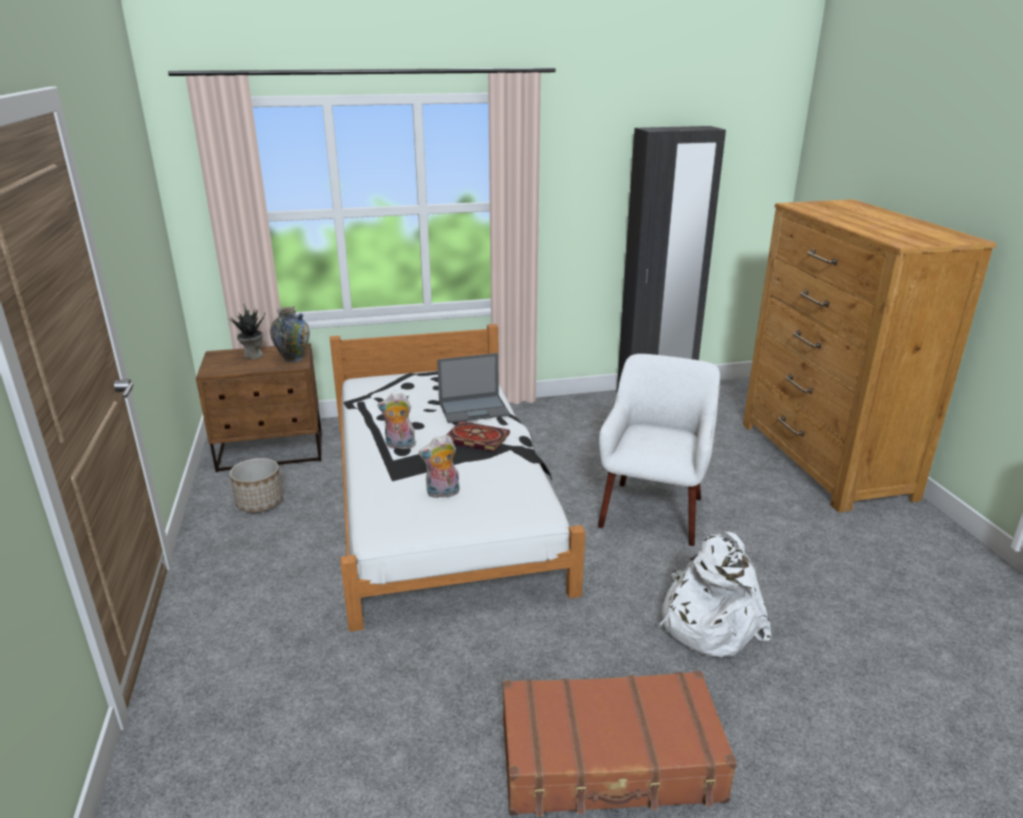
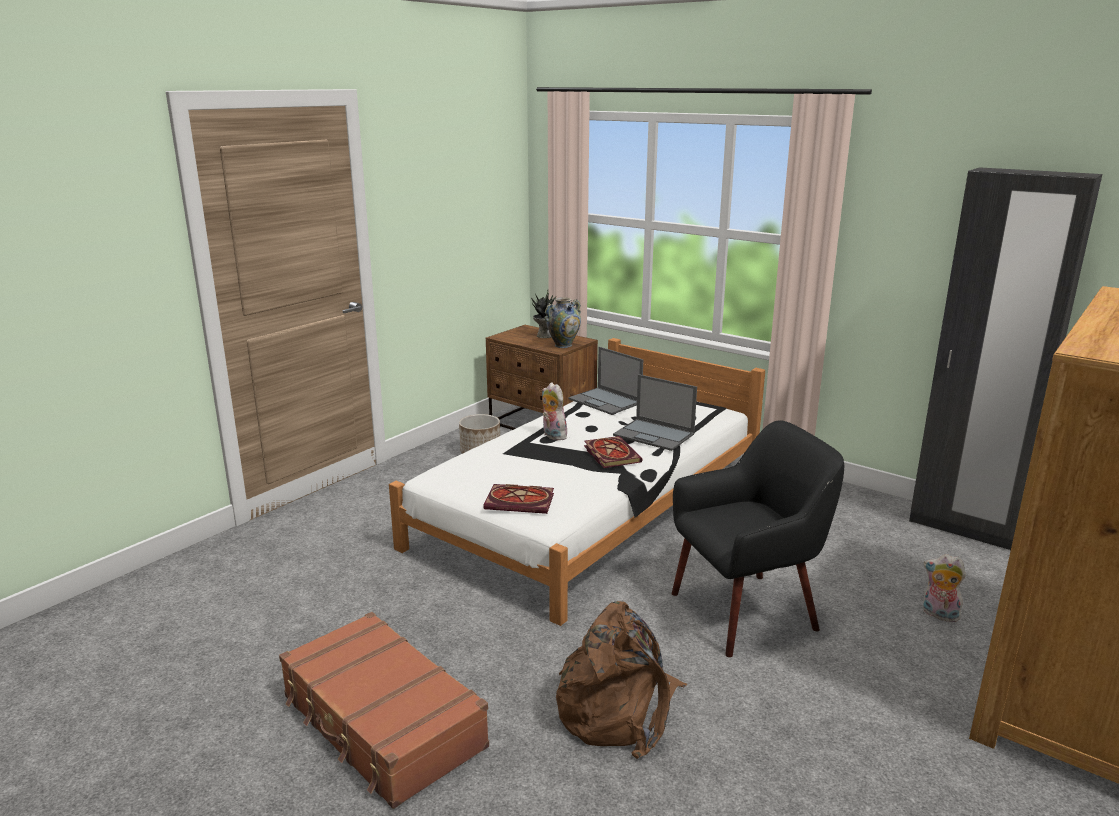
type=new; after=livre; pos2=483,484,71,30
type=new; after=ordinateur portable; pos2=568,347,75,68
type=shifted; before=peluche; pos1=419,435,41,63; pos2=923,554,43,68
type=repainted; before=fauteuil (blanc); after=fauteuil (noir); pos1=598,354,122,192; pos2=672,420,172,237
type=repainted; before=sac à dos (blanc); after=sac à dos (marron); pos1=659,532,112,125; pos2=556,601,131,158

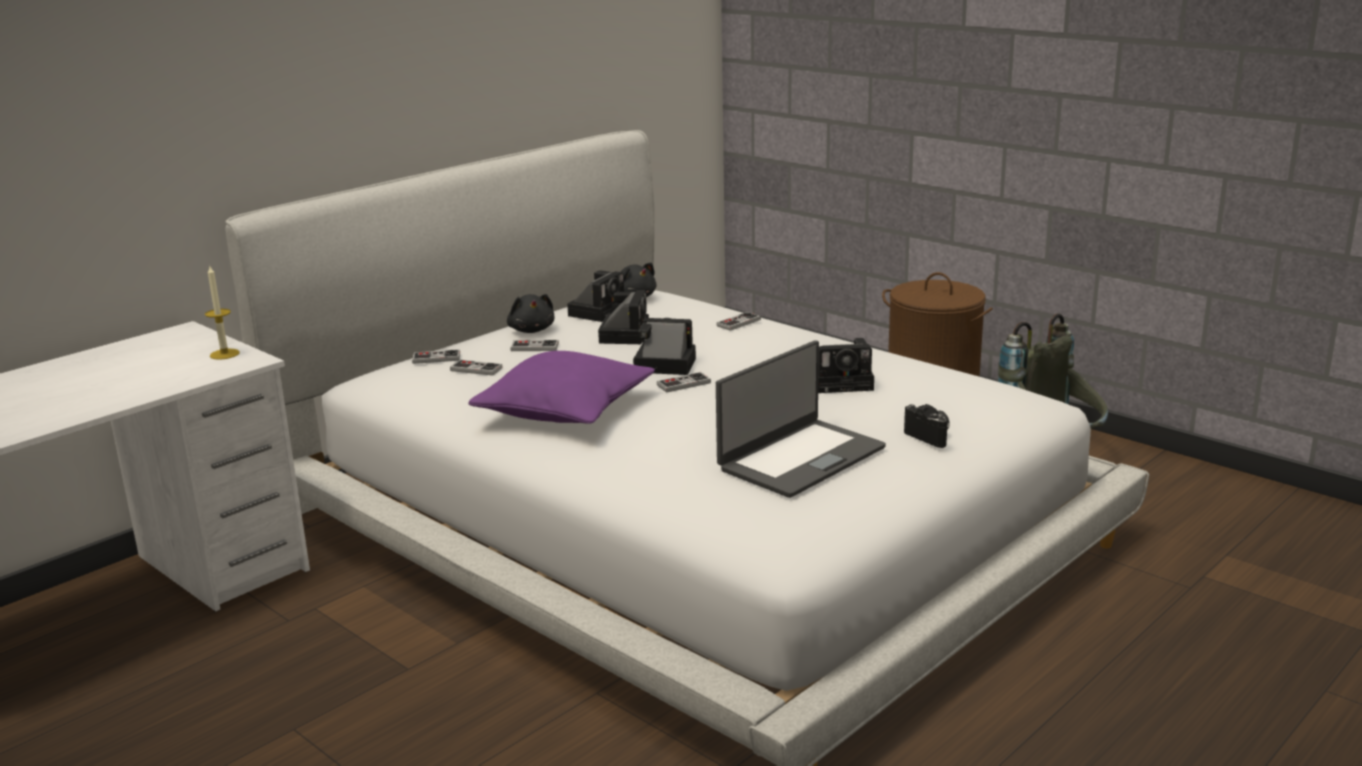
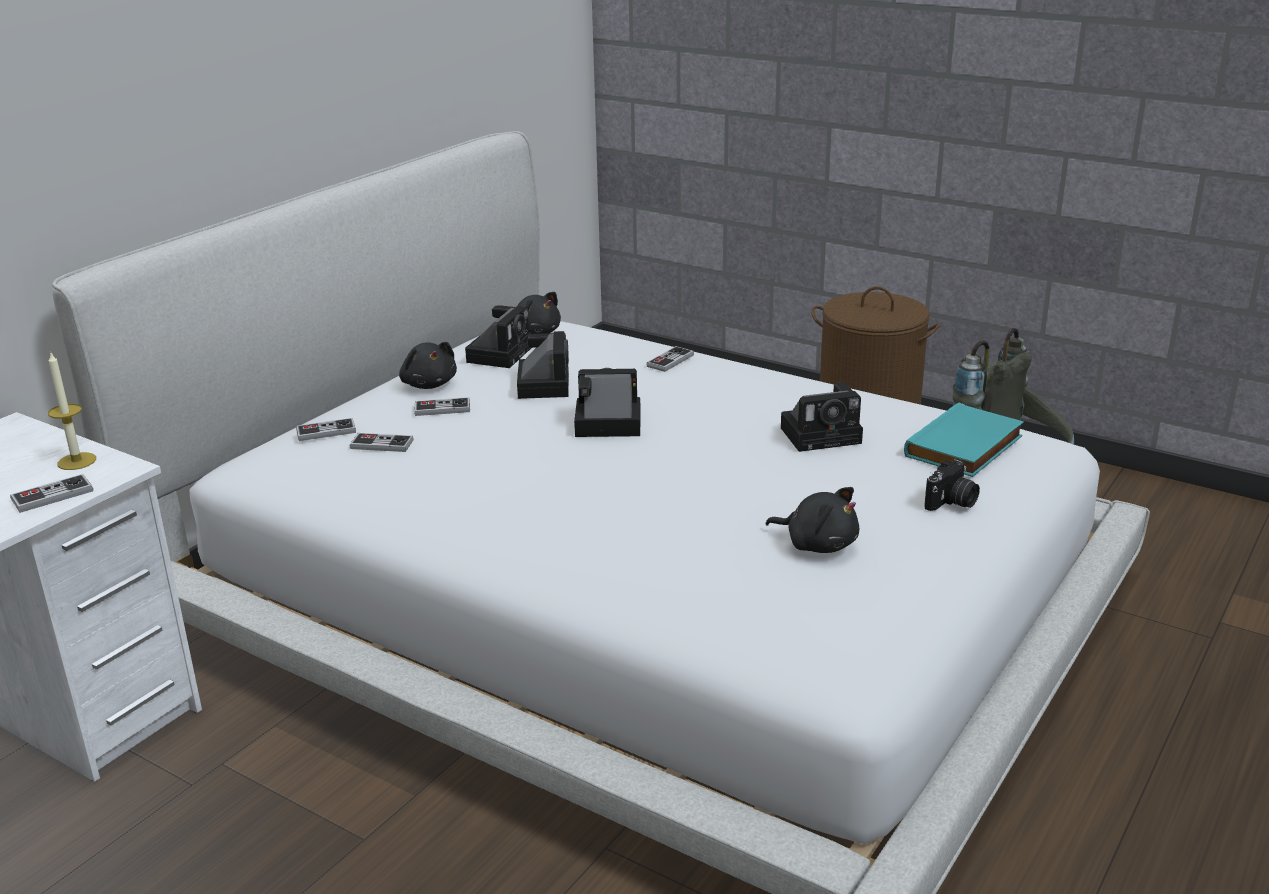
type=gone; before=coussin (violet); pos1=468,351,187,73
type=new; after=livre (turquoise); pos2=904,403,120,74
type=shifted; before=manette; pos1=657,372,54,21; pos2=10,474,83,39
type=swapped; before=ordinateur portable; after=peluche (noir); pos1=716,340,170,158; pos2=766,487,93,66
type=rotated; before=appareil photo; pos1=904,404,46,44; pos2=924,459,56,52; turn=90

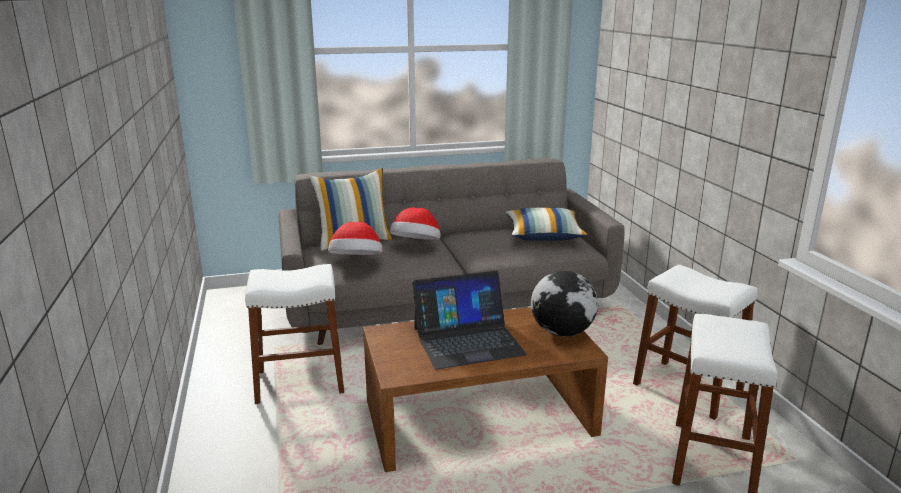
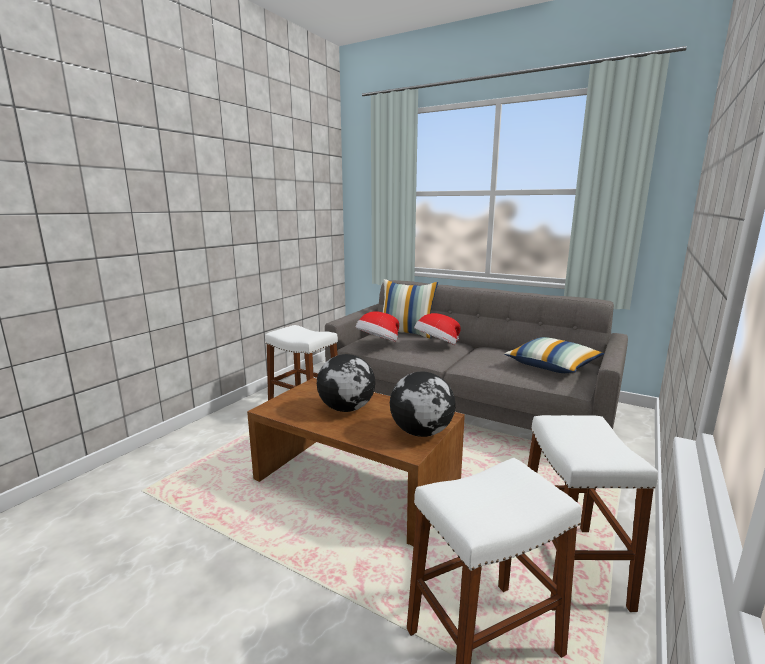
type=swapped; before=ordinateur portable; after=globe; pos1=412,270,115,99; pos2=317,354,58,58

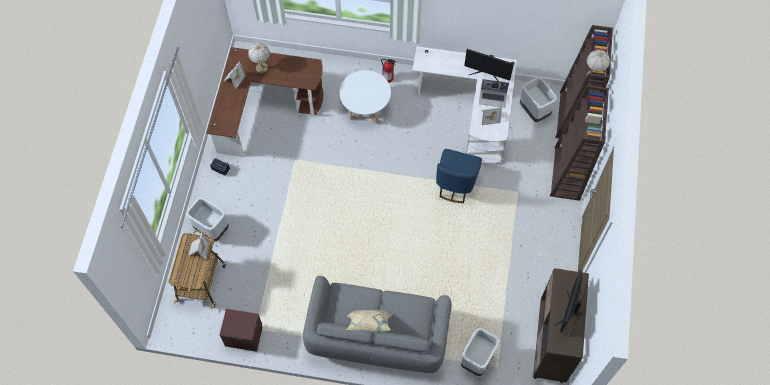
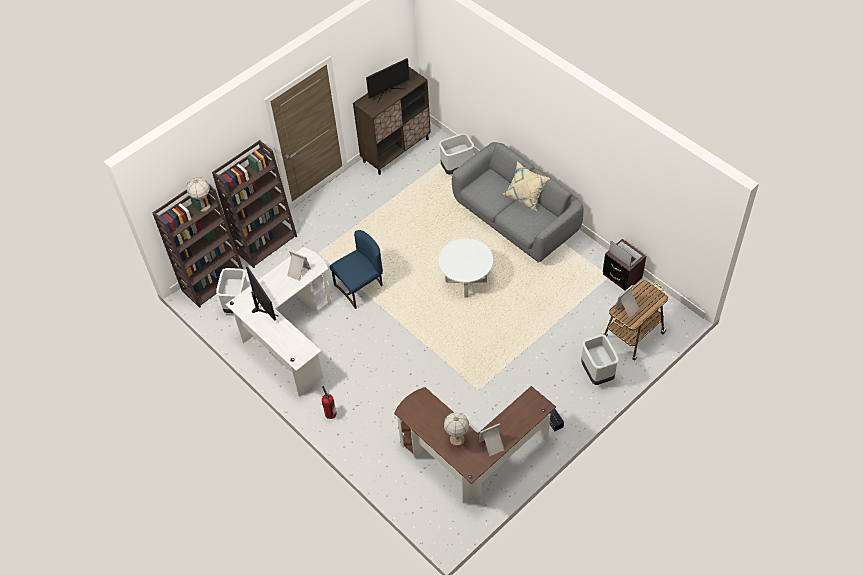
type=shifted; before=table basse (blanc); pos1=339,70,52,54; pos2=438,238,55,59
type=shifted; before=ordinateur portable; pos1=479,79,30,29; pos2=609,241,33,26

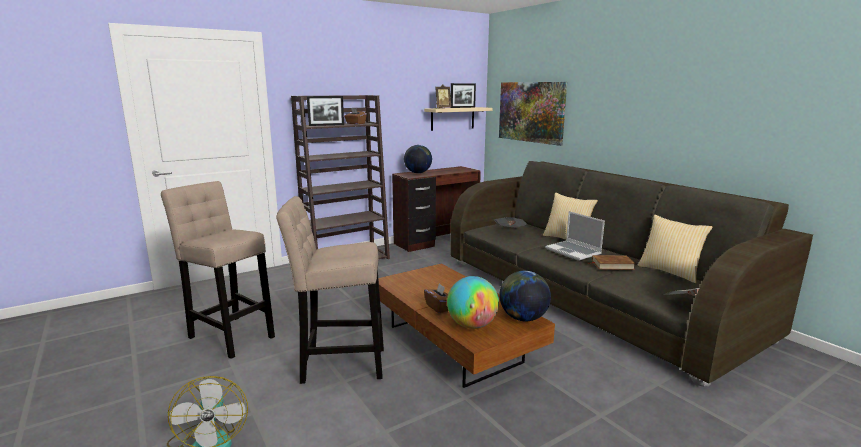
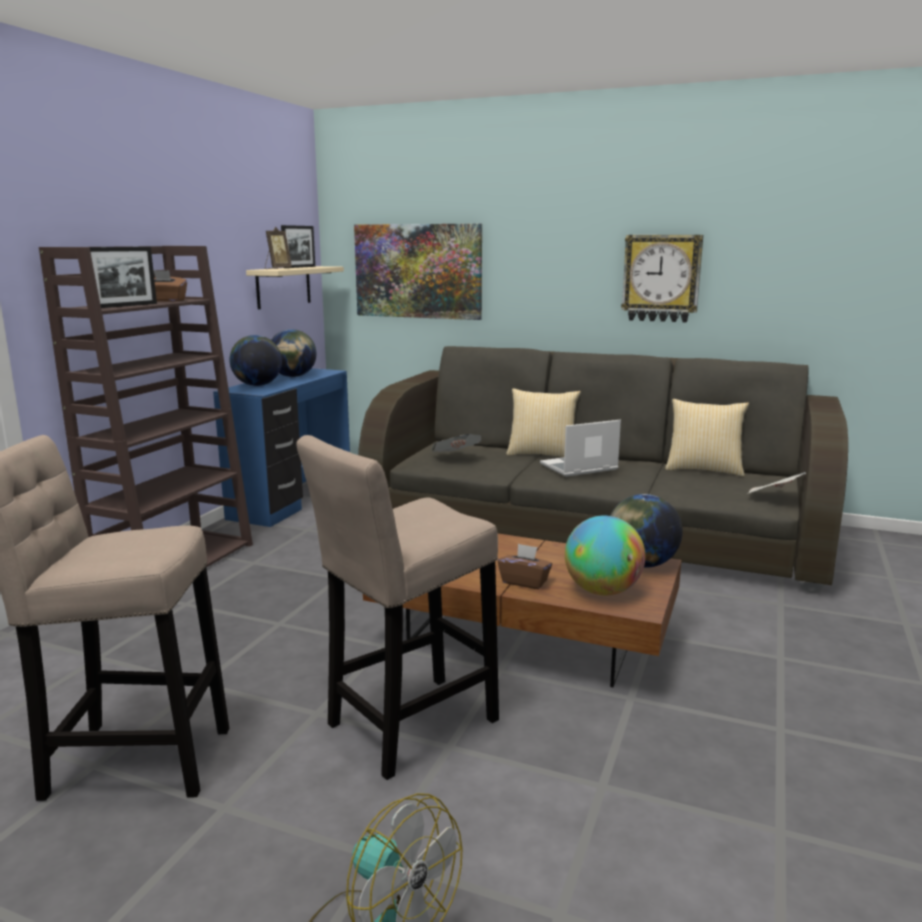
type=gone; before=livre (marron); pos1=592,255,44,15
type=new; after=globe; pos2=271,329,45,48
type=new; after=horloge murale; pos2=621,235,82,88
type=repainted; before=bureau (marron); after=bureau (bleu); pos1=392,166,89,86; pos2=213,368,137,159
type=rotated; before=ordinateur portable; pos1=545,211,60,50; pos2=540,420,81,57; turn=135

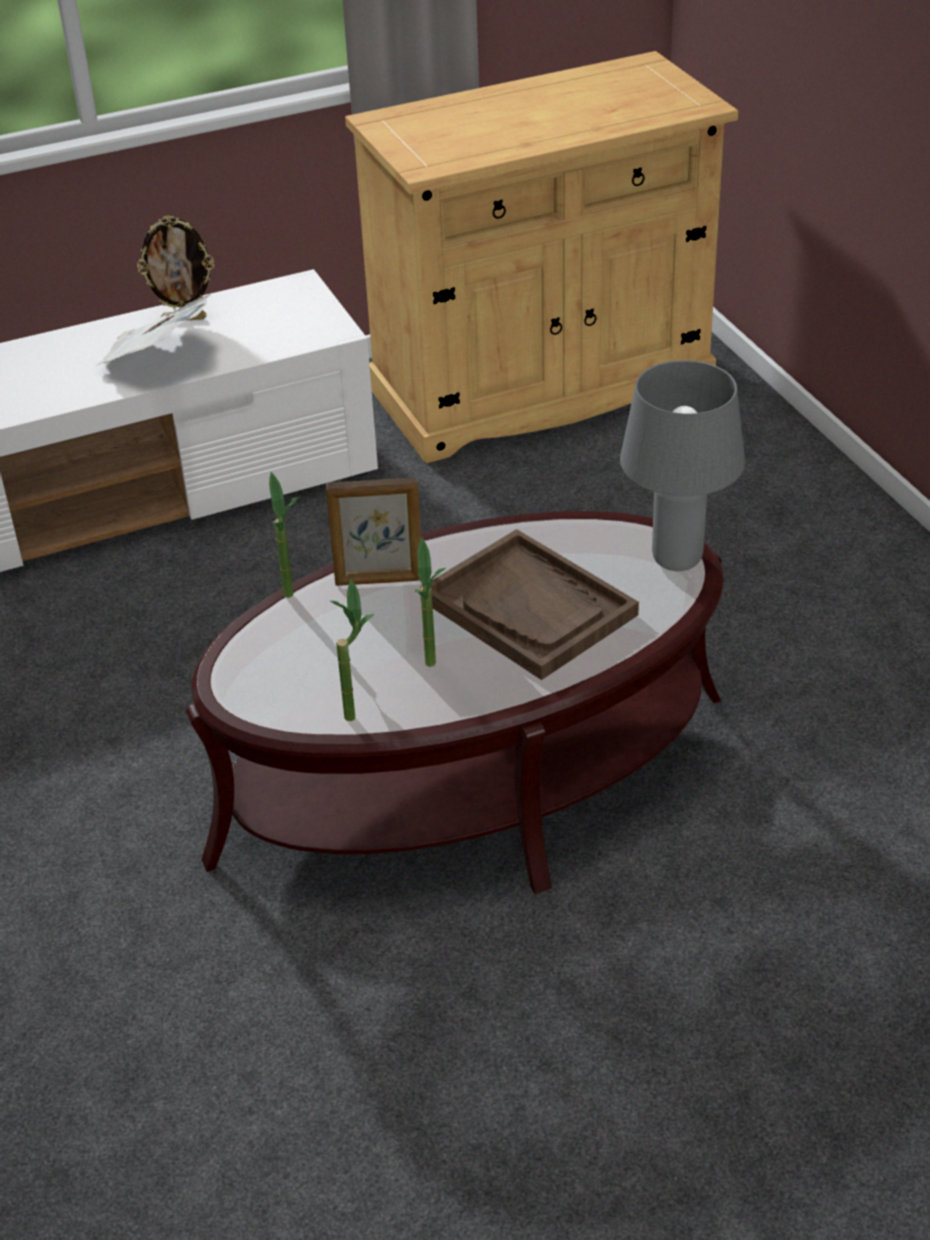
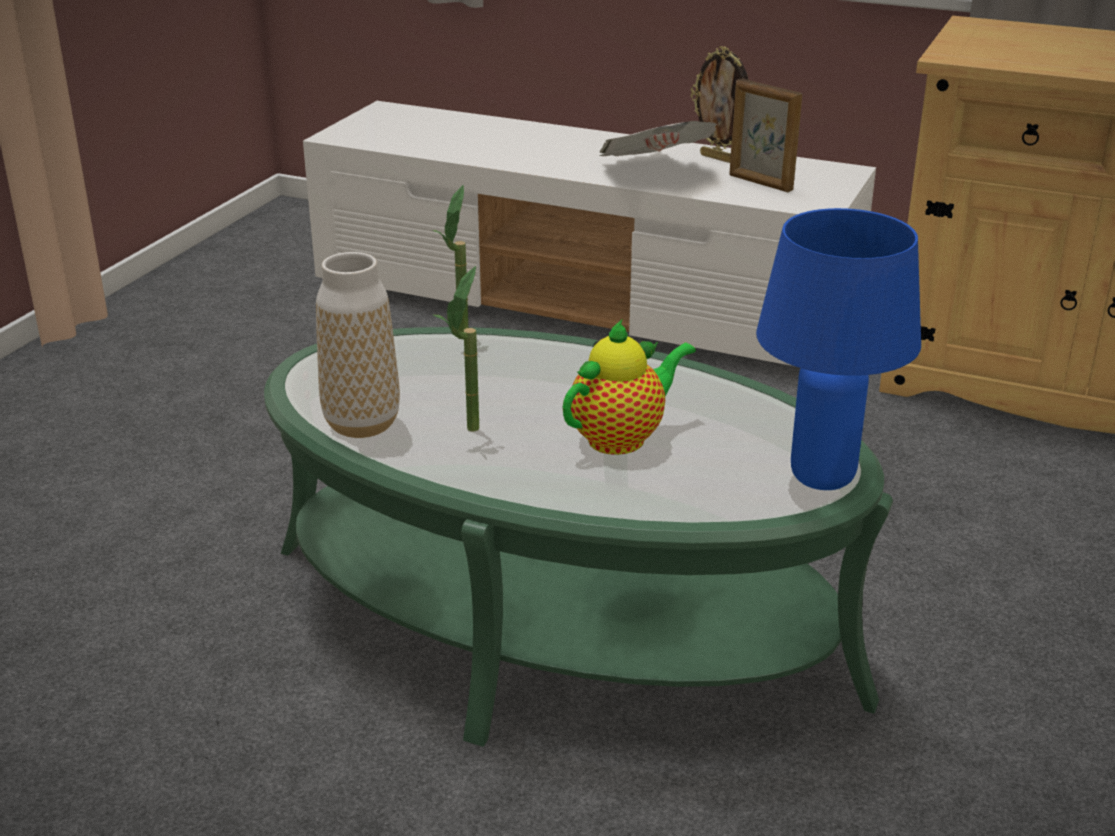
type=shifted; before=cadre photo; pos1=326,477,95,109; pos2=729,79,73,113
type=swapped; before=plante en pot; after=vase; pos1=330,579,44,142; pos2=316,252,84,186
type=swapped; before=plateau (marron); after=théière; pos1=420,529,219,151; pos2=563,320,133,135
type=repainted; before=table basse (marron); after=table basse (vert); pos1=186,511,538,383; pos2=264,327,629,420
type=repainted; before=lampe de table (gris); after=lampe de table (bleu); pos1=620,360,125,211; pos2=756,208,165,282

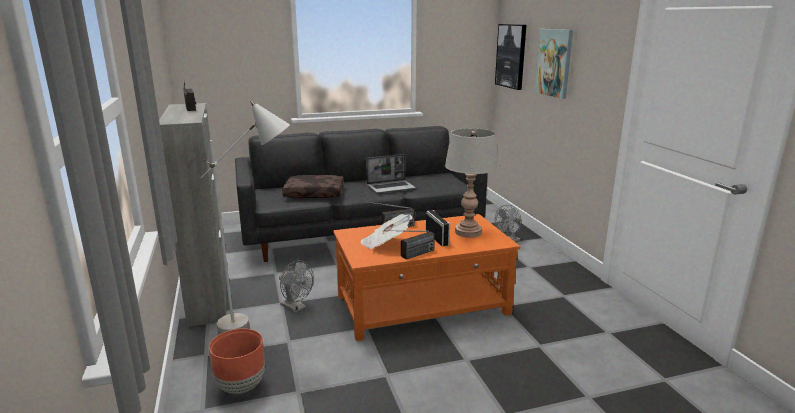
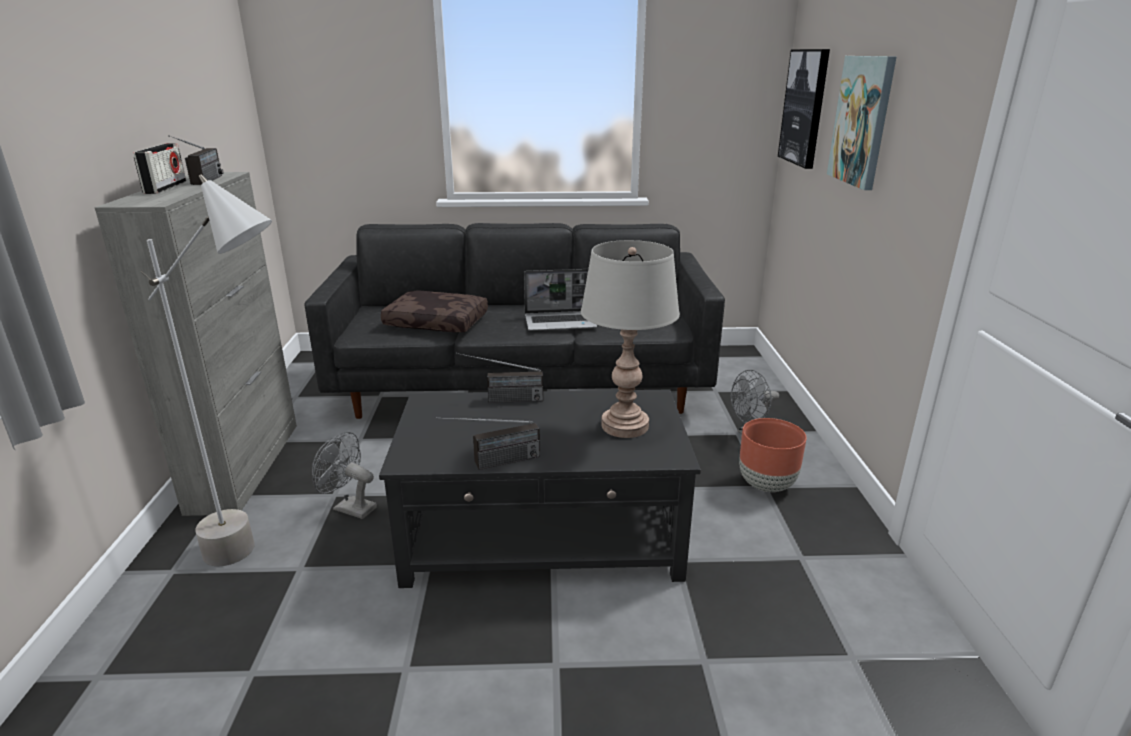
type=gone; before=journal; pos1=360,214,53,36
type=shifted; before=cache-pot (marron); pos1=209,329,56,65; pos2=739,418,68,74
type=shifted; before=radio; pos1=426,210,24,36; pos2=133,143,53,51
type=repainted; before=table basse (orange); after=table basse (noir); pos1=333,214,187,127; pos2=379,389,322,199
type=rotated; before=ventilateur (gris); pos1=279,260,35,53; pos2=312,432,65,87; turn=150

